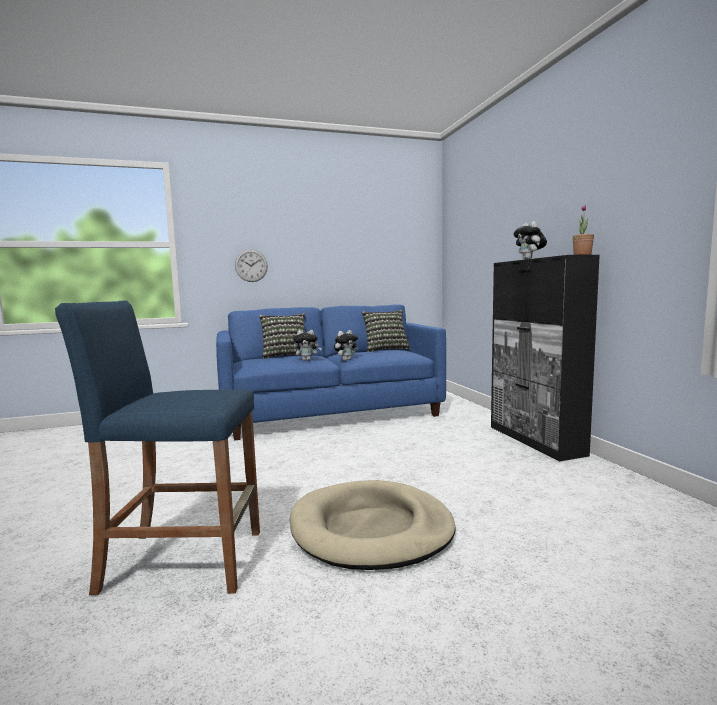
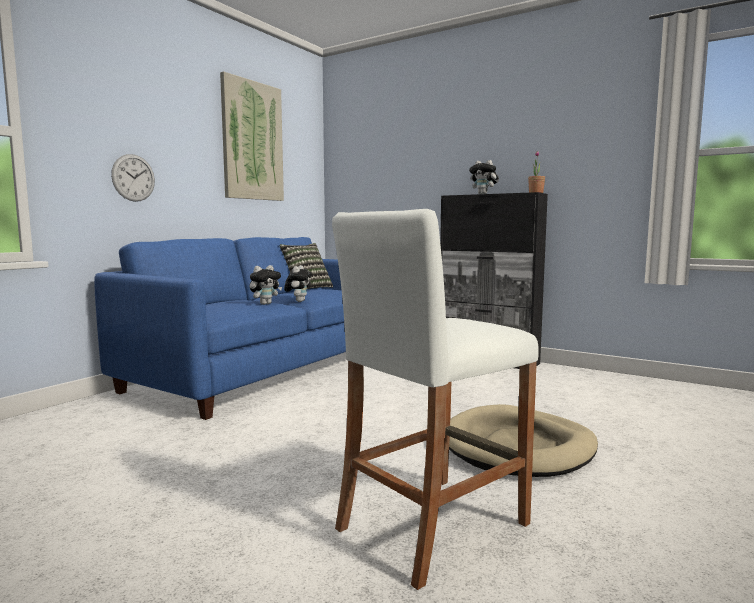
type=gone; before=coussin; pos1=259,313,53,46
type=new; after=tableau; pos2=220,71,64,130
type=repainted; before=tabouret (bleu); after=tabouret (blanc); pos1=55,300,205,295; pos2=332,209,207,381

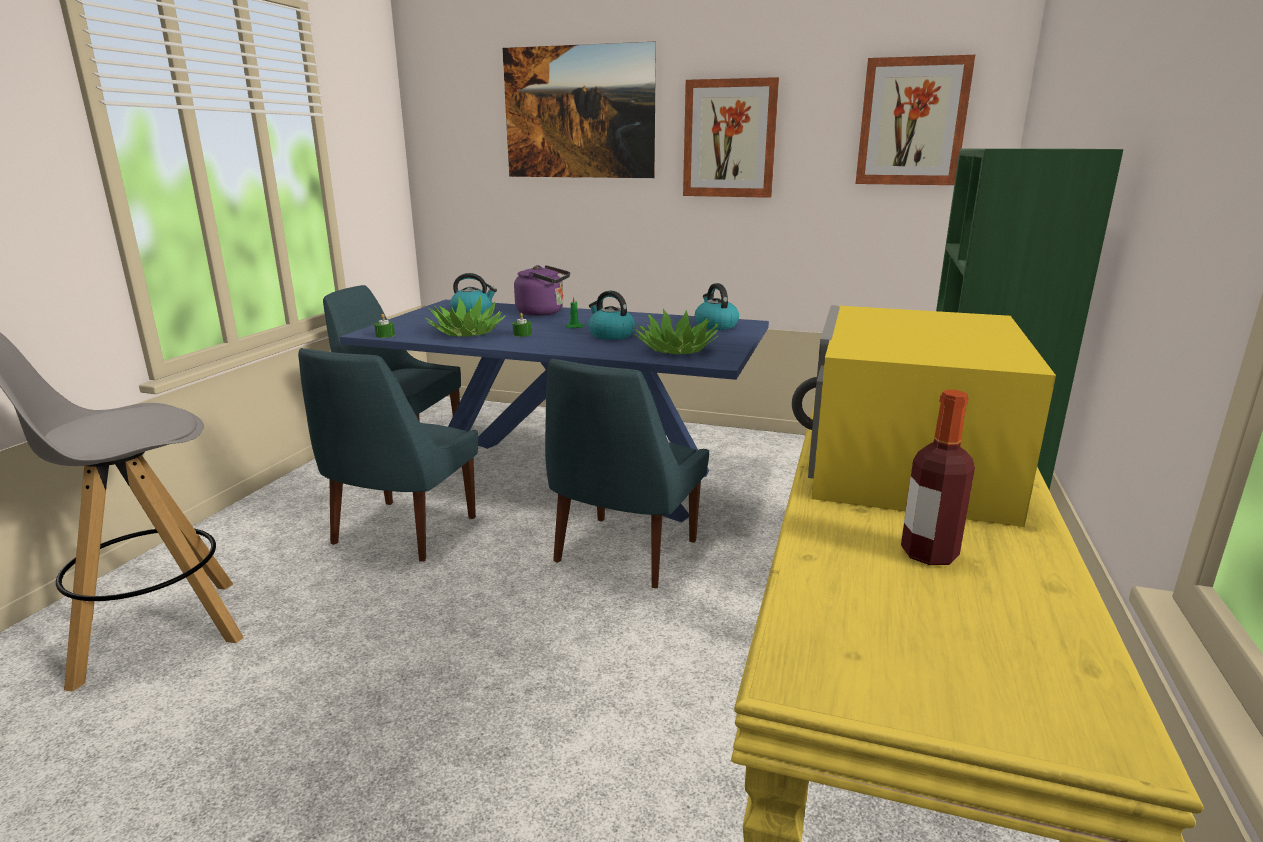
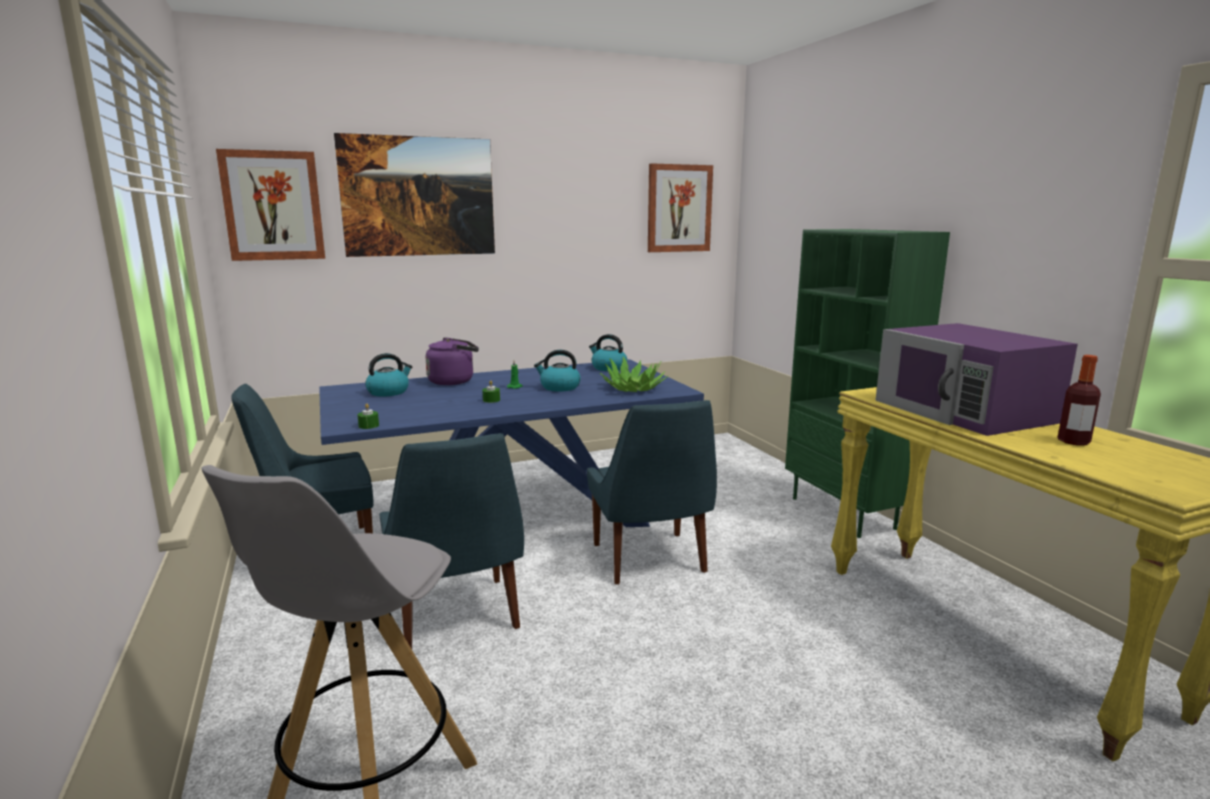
type=gone; before=plante en pot; pos1=425,296,81,41
type=shifted; before=tableau; pos1=683,77,96,121; pos2=216,149,109,112
type=repainted; before=micro-ondes (jaune); after=micro-ondes (violet); pos1=792,305,264,222; pos2=875,323,203,113

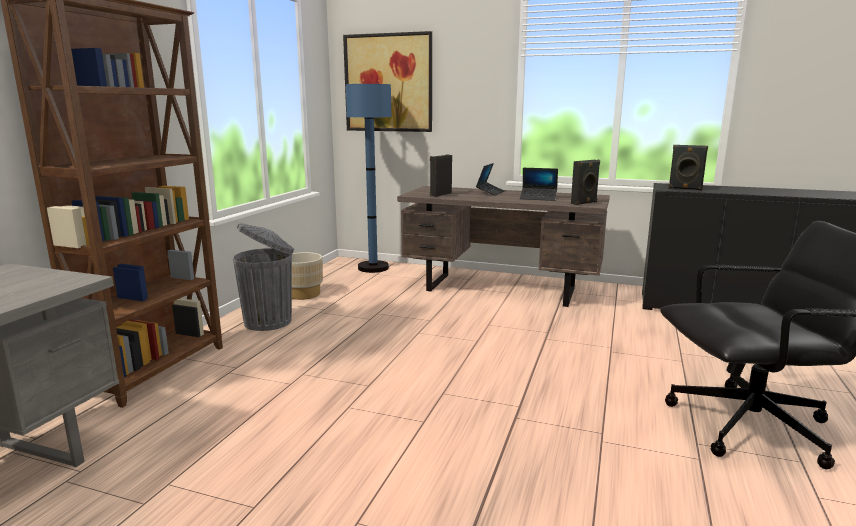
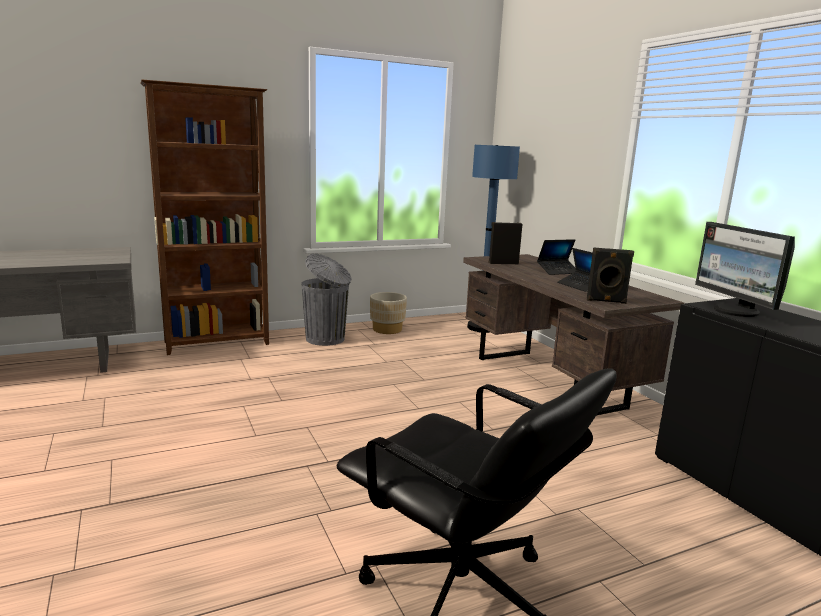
type=gone; before=tableau; pos1=343,31,89,101
type=swapped; before=enceinte (noir); after=écran d'ordinateur; pos1=668,145,40,45; pos2=695,222,100,95

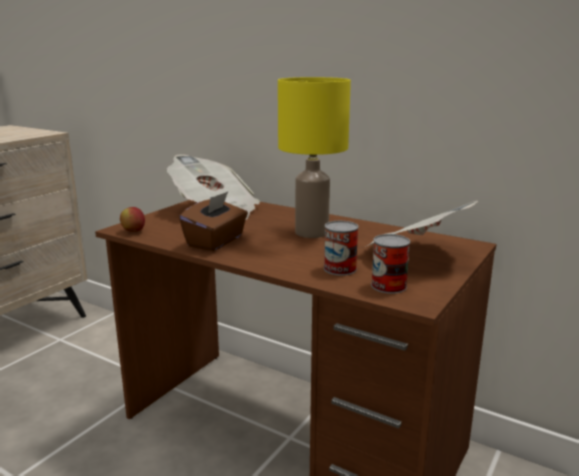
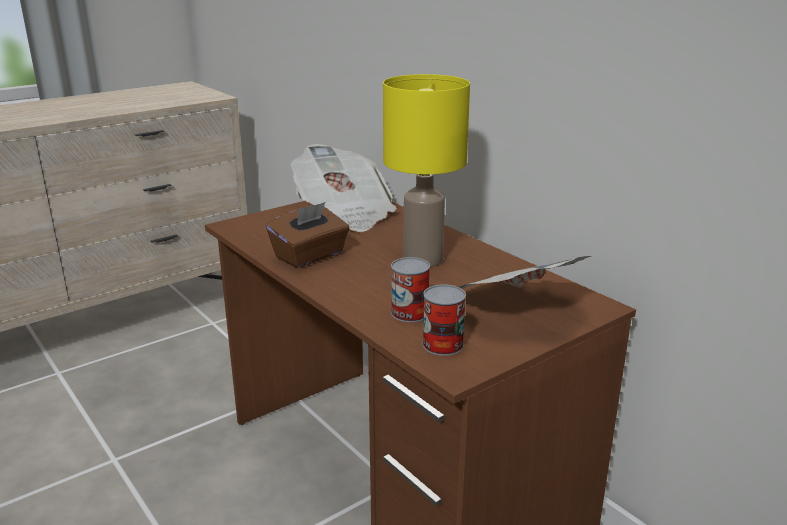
type=gone; before=pomme; pos1=120,207,25,25

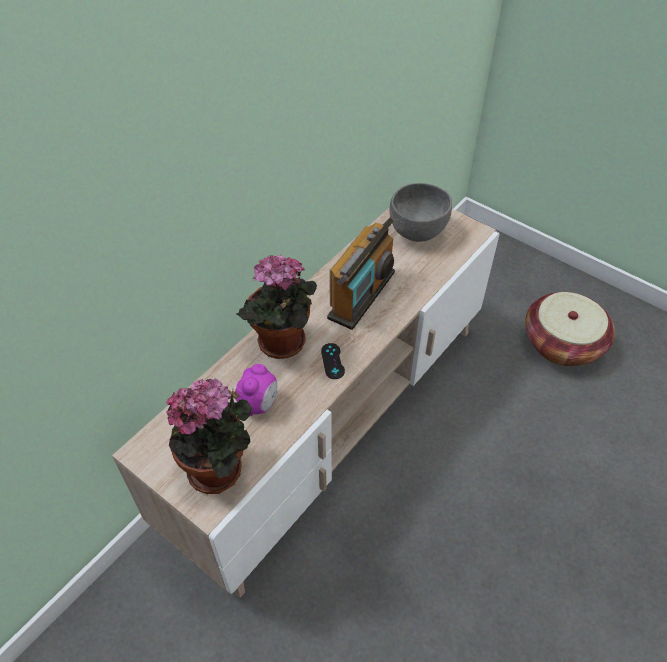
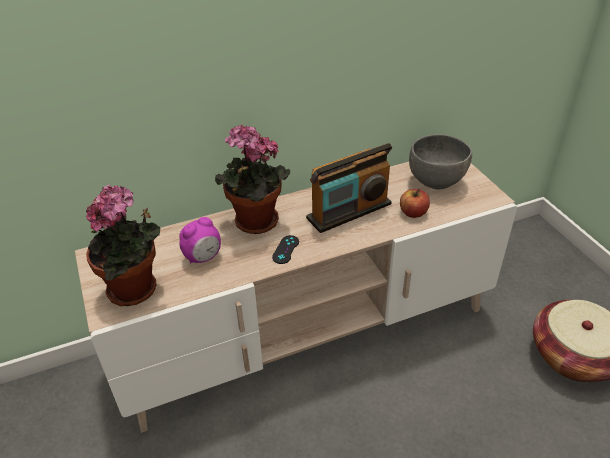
type=new; after=pomme; pos2=400,189,30,29

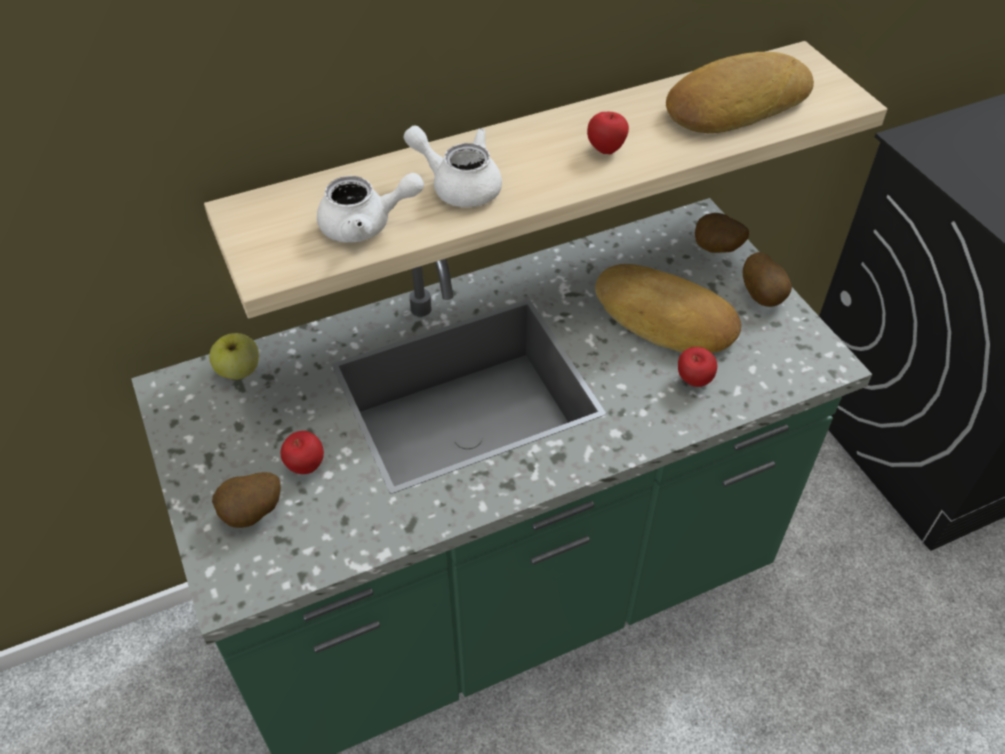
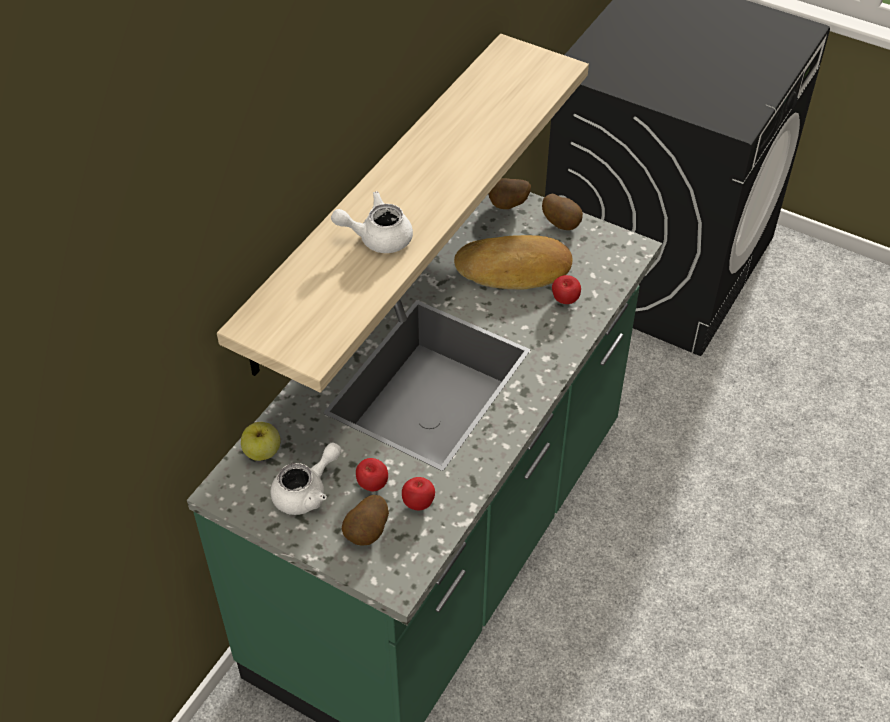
type=gone; before=pain; pos1=666,52,148,81
type=shifted; before=théière (blanc); pos1=317,173,107,69; pos2=271,443,70,72
type=shifted; before=pomme; pos1=587,112,42,42; pos2=402,477,33,33

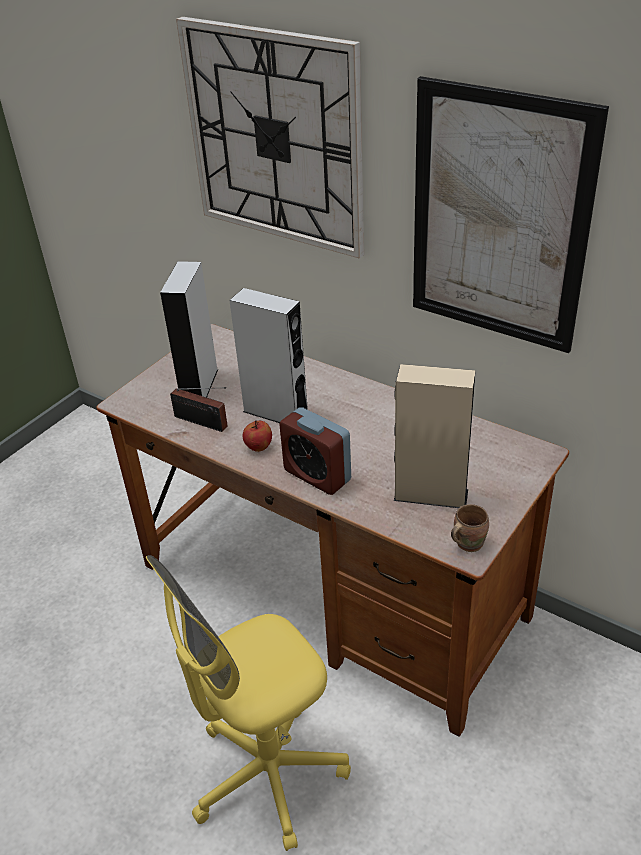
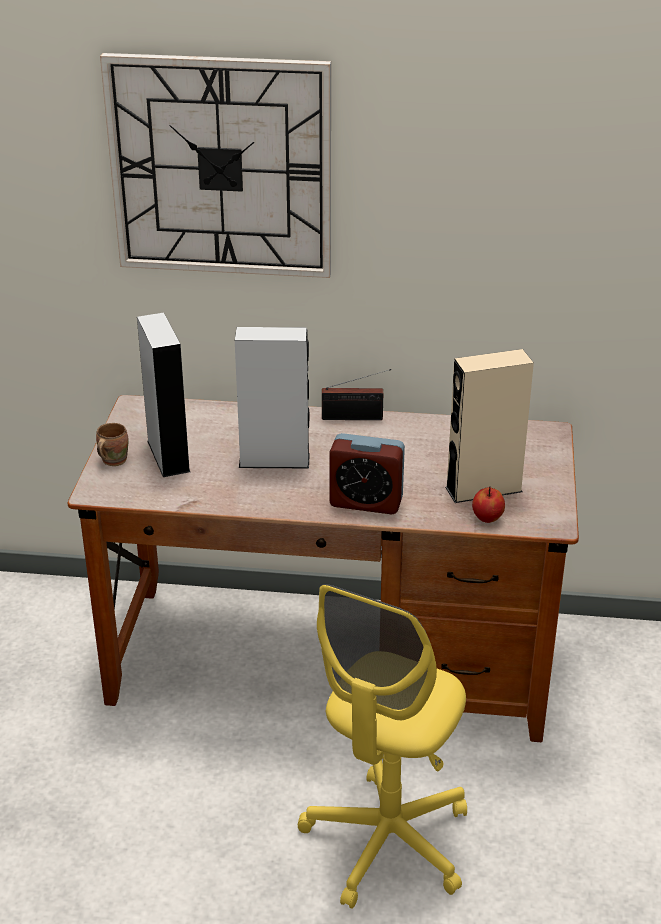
type=gone; before=tableau; pos1=413,76,196,277
type=shifted; before=radio; pos1=170,387,58,45; pos2=322,369,69,51
type=shifted; before=pomme; pos1=243,420,29,32; pos2=472,486,33,37
type=shifted; before=mug (marron); pos1=451,504,38,48; pos2=96,423,33,43

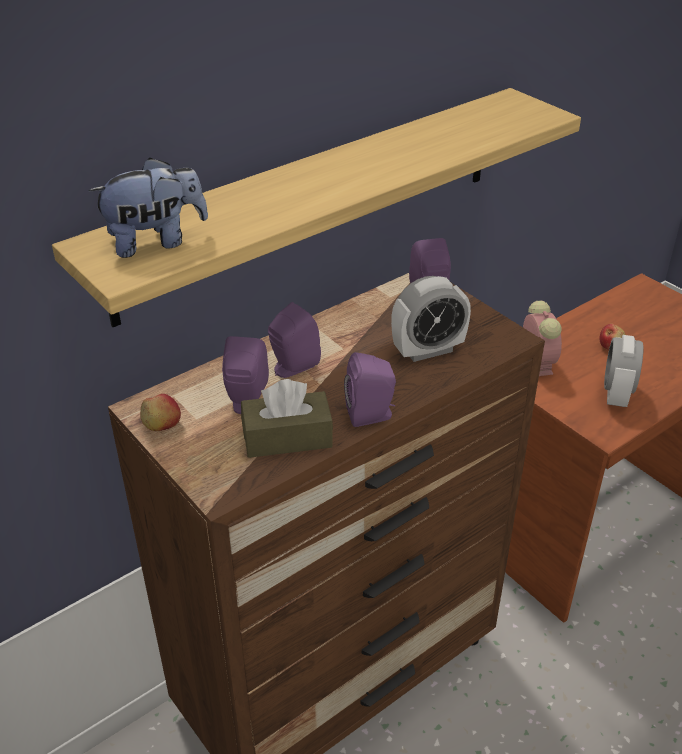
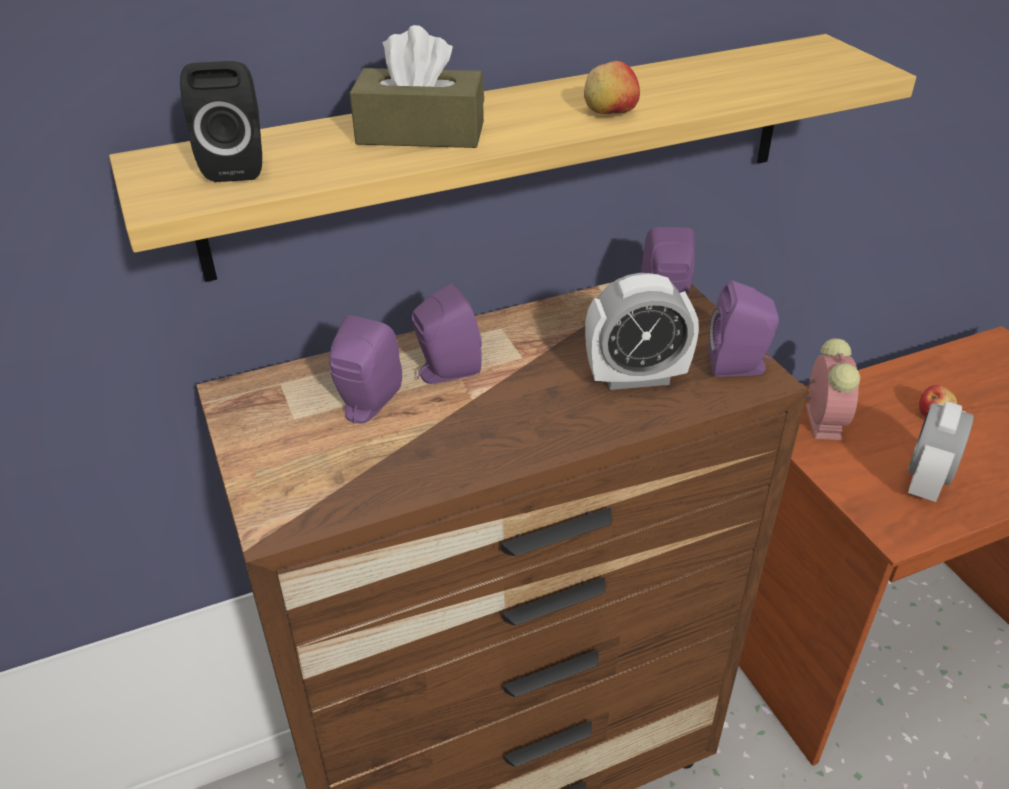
type=shifted; before=pomme; pos1=140,394,41,37; pos2=584,61,56,53
type=shifted; before=boîte à mouchoirs (marron); pos1=241,379,92,79; pos2=350,25,134,123
type=shifted; before=enceinte (violet); pos1=344,352,52,75; pos2=709,280,70,97
type=swapped; before=peluche; after=enceinte (noir); pos1=89,157,119,101; pos2=180,61,82,121

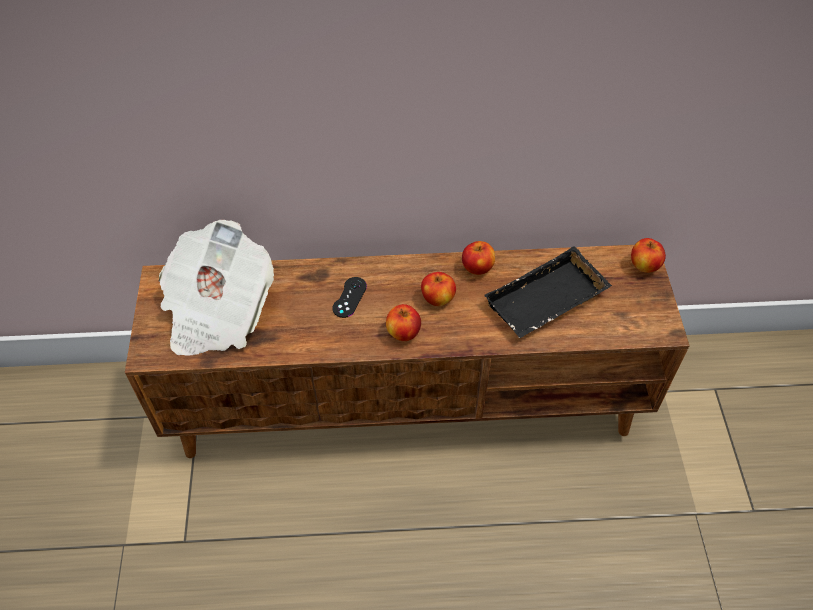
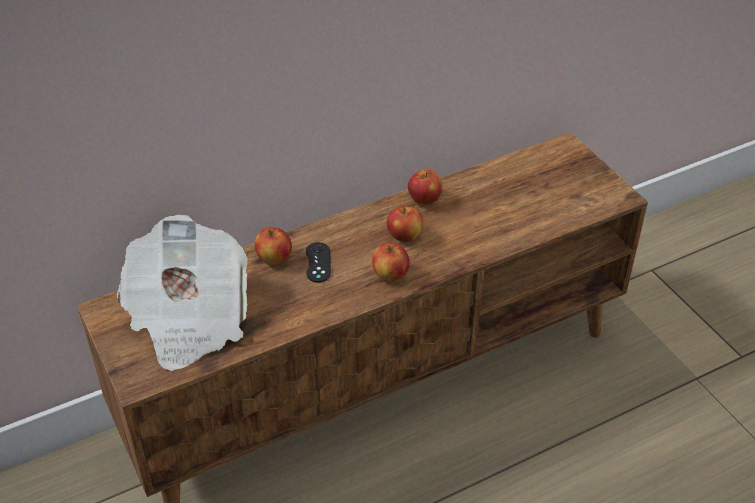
type=gone; before=plateau (noir); pos1=484,246,128,92
type=shifted; before=pomme; pos1=631,238,35,35; pos2=255,227,37,38

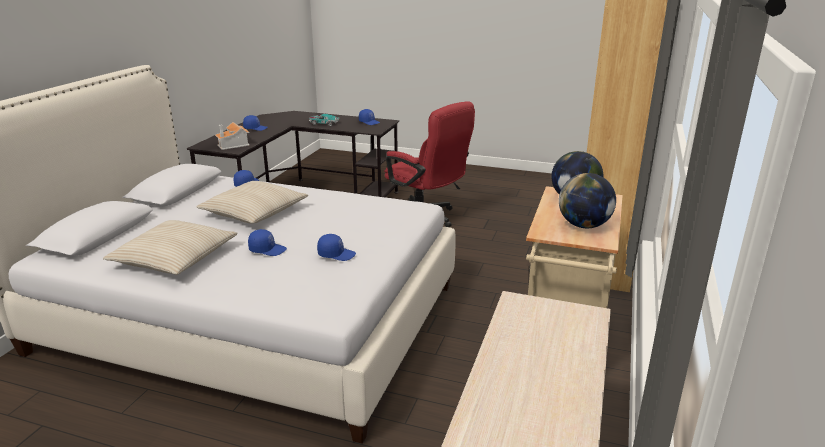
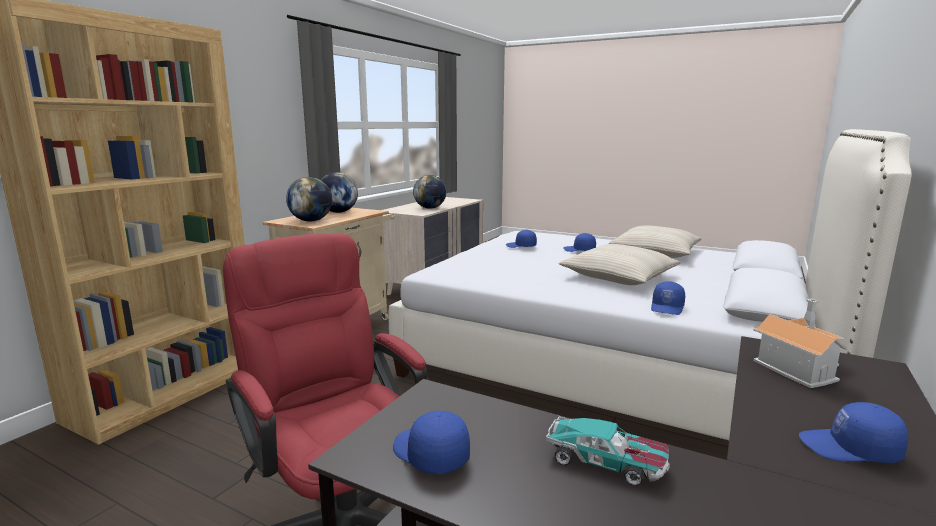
type=new; after=globe; pos2=413,175,34,34

